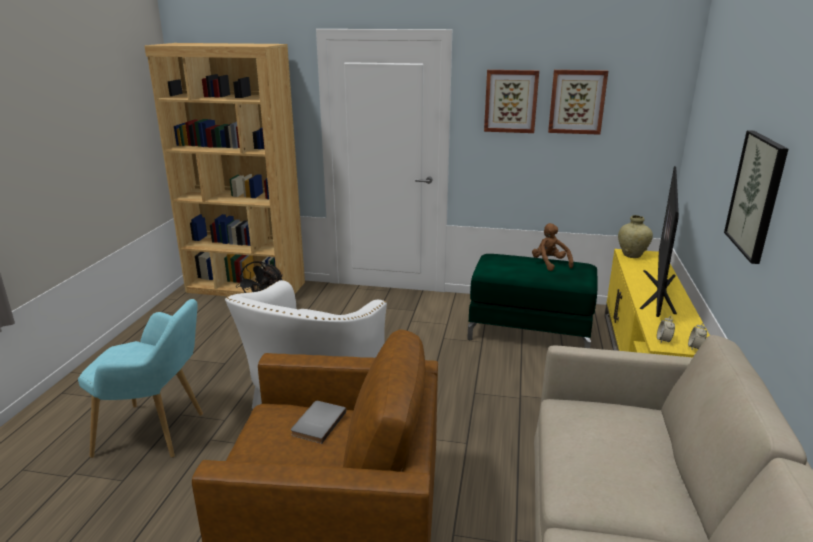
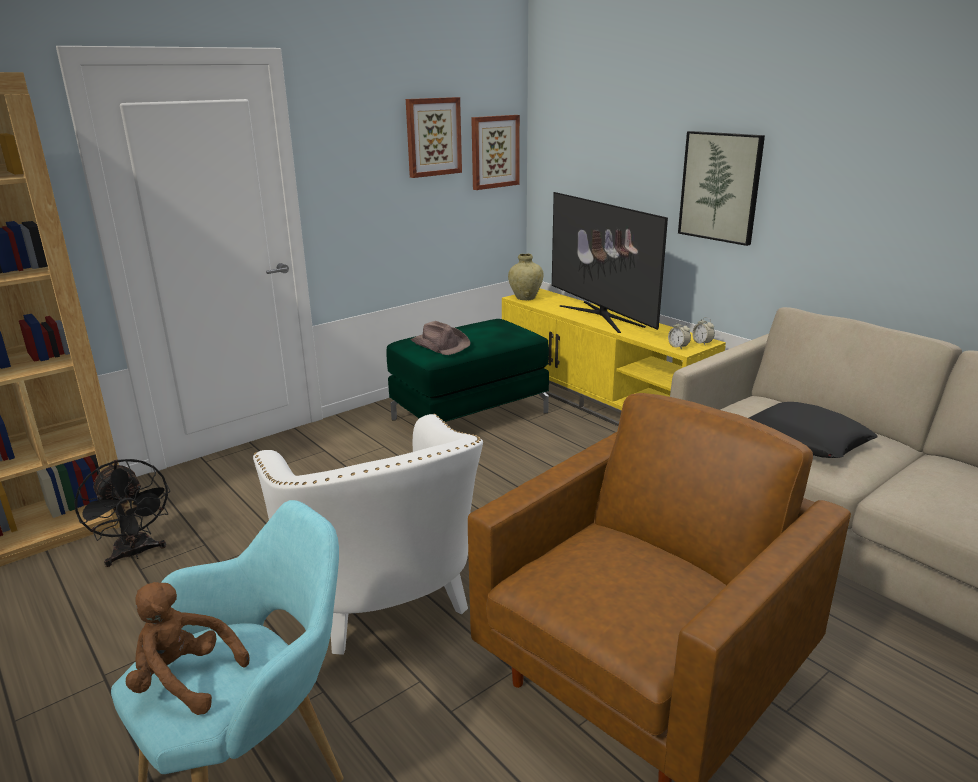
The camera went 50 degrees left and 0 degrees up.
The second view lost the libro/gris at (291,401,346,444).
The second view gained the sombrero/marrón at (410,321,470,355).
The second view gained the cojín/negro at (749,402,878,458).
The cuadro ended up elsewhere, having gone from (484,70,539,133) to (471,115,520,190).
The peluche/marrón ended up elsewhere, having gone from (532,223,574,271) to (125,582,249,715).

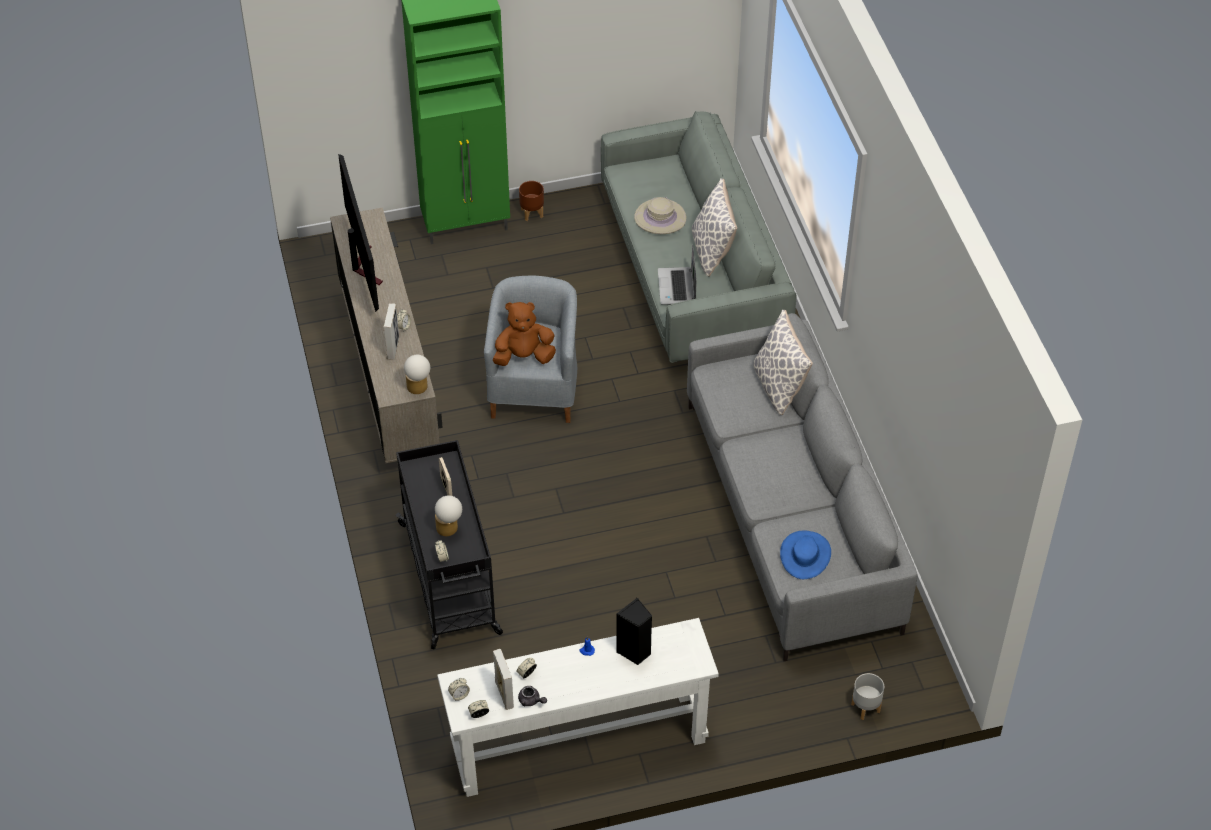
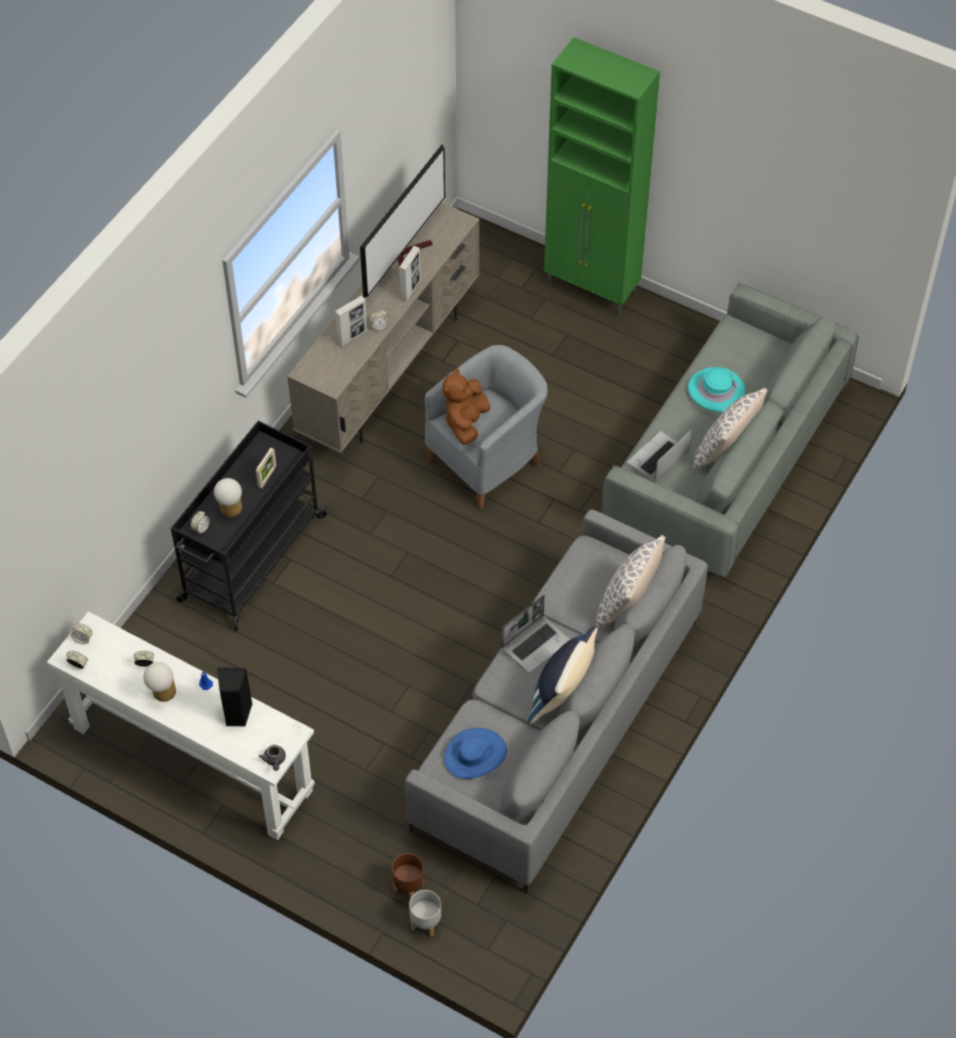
The camera went 45 degrees right and 5 degrees up.
The second view gained the portátil at (501,595,570,673).
The second view gained the cojín/azul at (528,626,598,724).
The lámpara de mesa ended up elsewhere, having gone from (404,355,430,394) to (143,662,176,702).
The portarretratos ended up elsewhere, having gone from (493,649,514,710) to (399,246,421,302).
The tetera/gris ended up elsewhere, having gone from (518,686,547,706) to (259,745,286,771).
The maceta/marrón ended up elsewhere, having gone from (519,181,544,221) to (392,853,424,899).
What was the sombrero/beis at (634,197,687,234) turned into the sombrero/turquesa at (688,367,745,412).
The peluche/marrón at (493,302,556,366) ended up facing another way, 105 degrees counterclockwise from before.

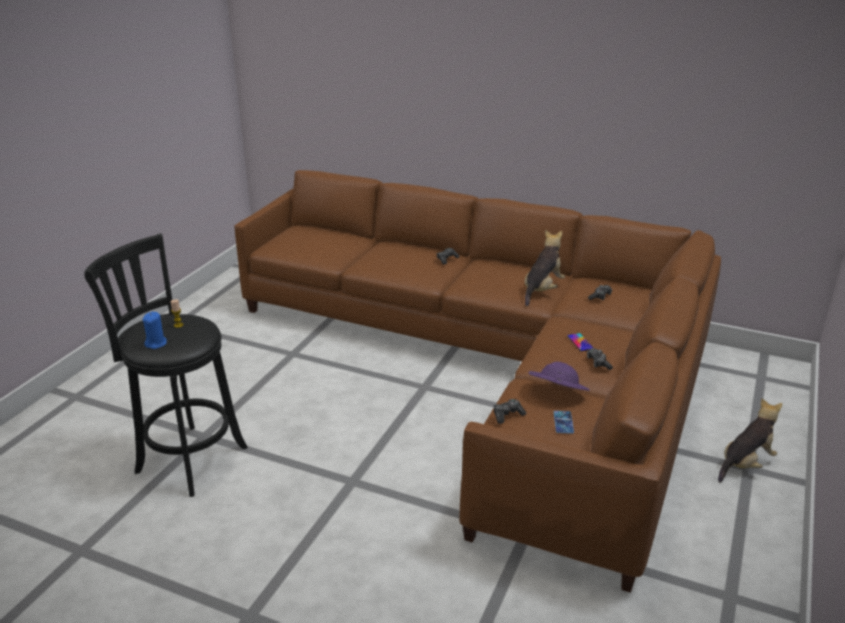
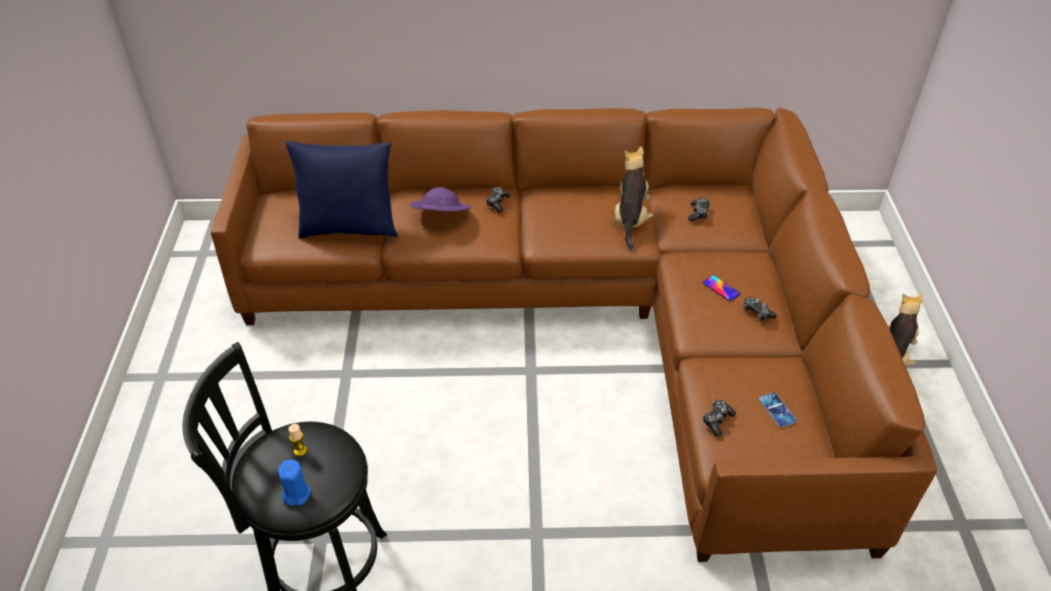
The camera went 25 degrees left and 15 degrees up.
The second view gained the cojín/azul at (285,141,398,239).
The sombrero/morado ended up elsewhere, having gone from (528,362,590,391) to (410,187,471,211).

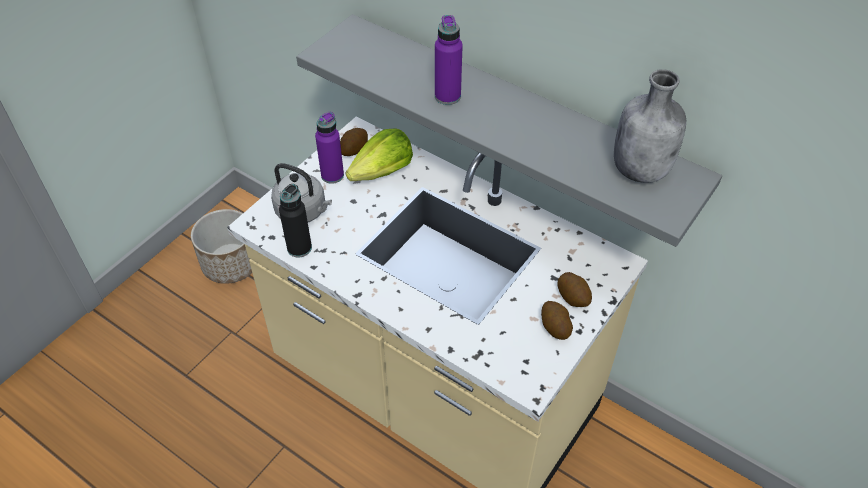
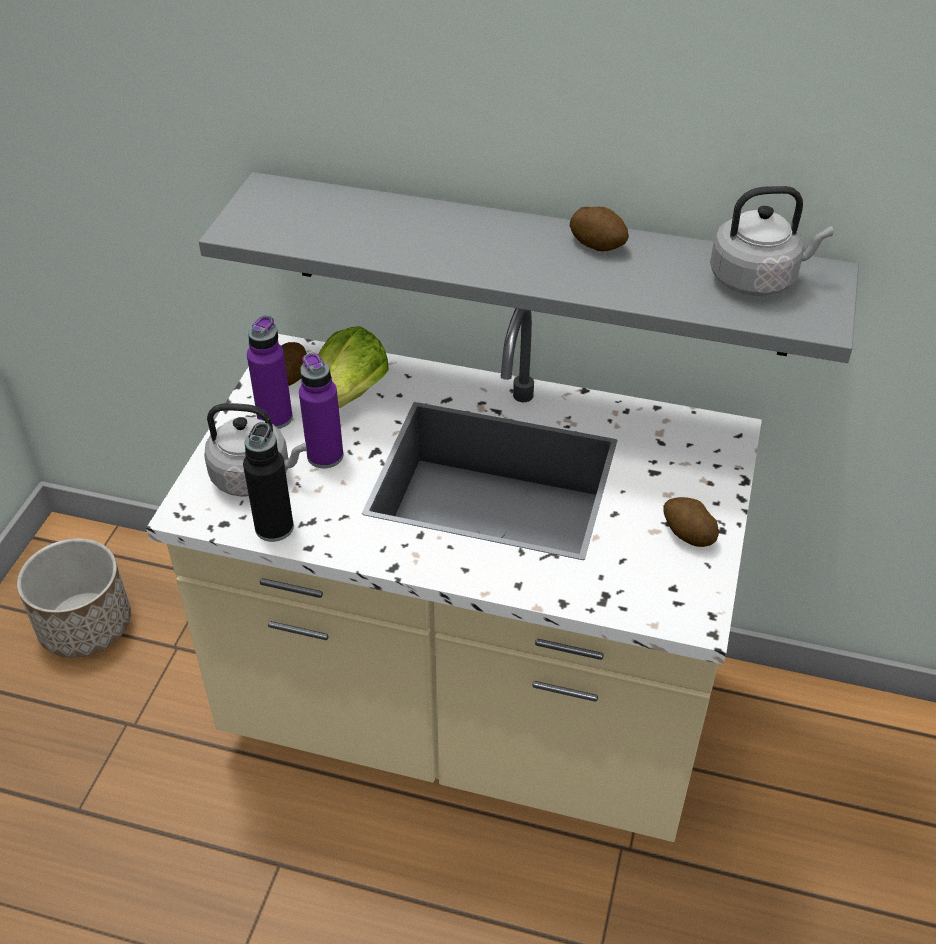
The camera went 20 degrees left and 5 degrees down.
The botella/morado ended up elsewhere, having gone from (435,15,463,105) to (299,353,343,468).
The patata ended up elsewhere, having gone from (557,272,592,307) to (570,207,629,251).
Where the botella/gris stood at (614,69,686,183), the hervidor/gris came to stand at (710,186,834,296).

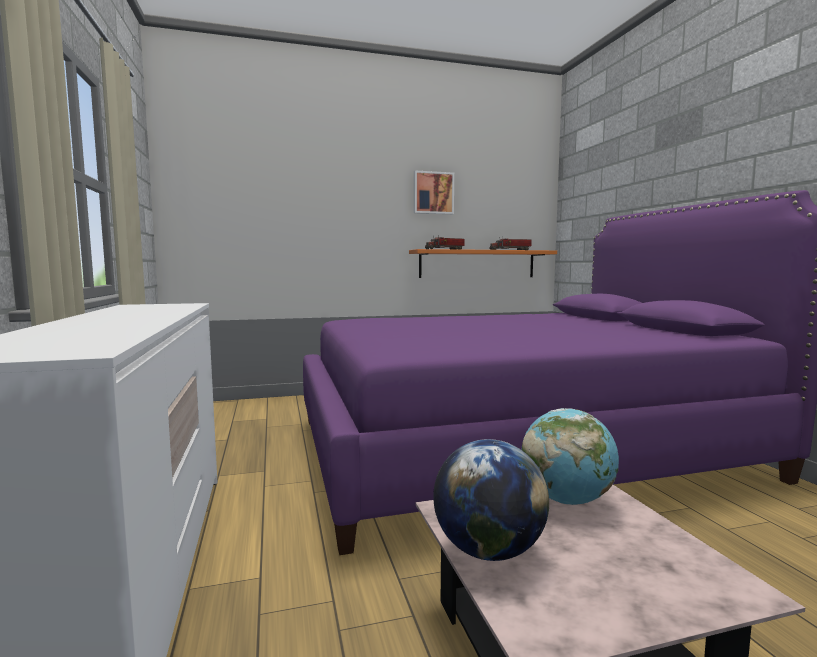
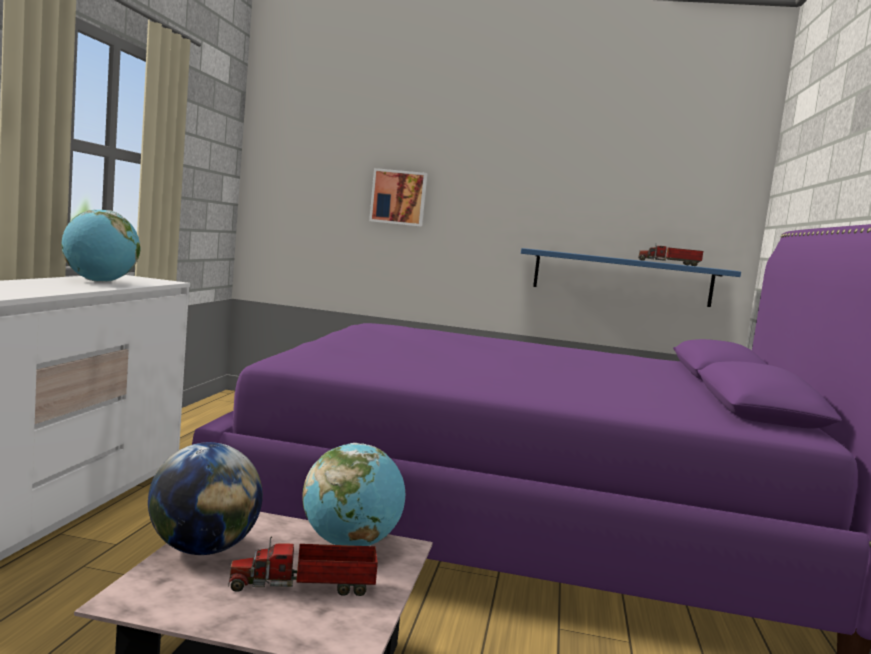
The camera went 25 degrees right and 0 degrees up.
The second view gained the globo terráqueo at (61,210,140,282).
The cuadro ended up elsewhere, having gone from (414,170,454,214) to (369,168,427,227).
The camión de juguete ended up elsewhere, having gone from (425,235,465,249) to (228,537,378,596).
What was the estante/naranja at (409,249,557,278) turned into the estante/azul at (521,248,741,307).

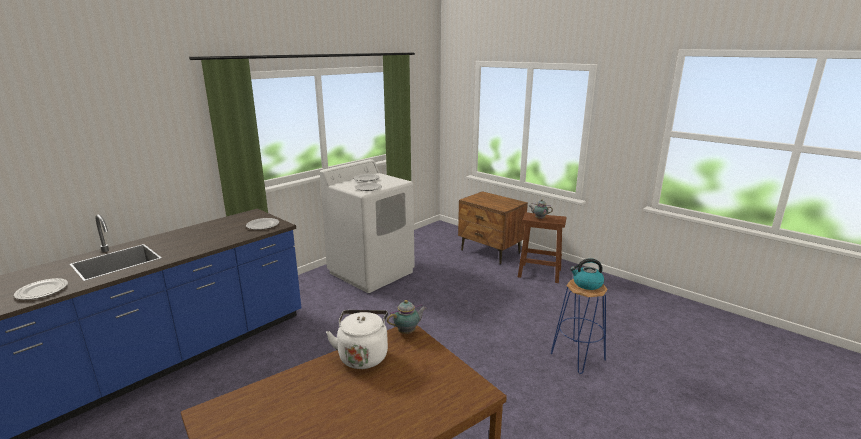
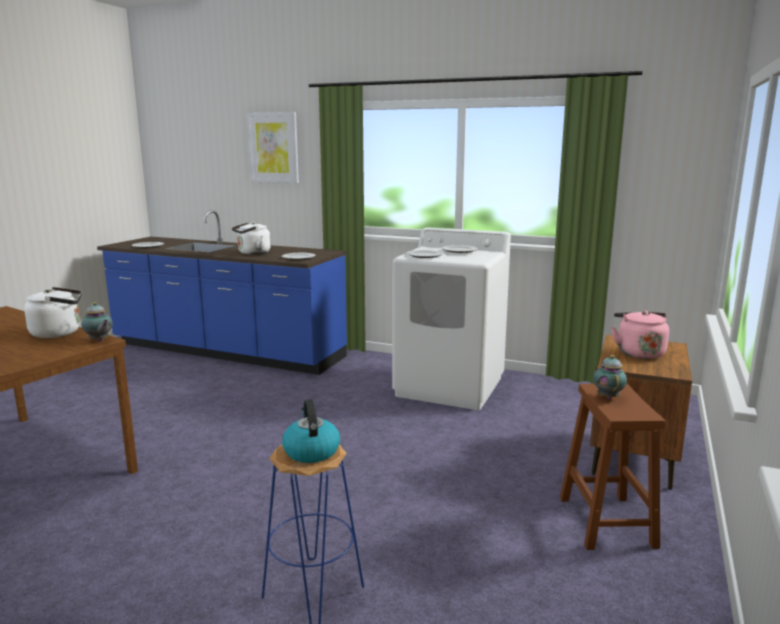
The camera went 70 degrees right and 5 degrees down.
The second view gained the hervidor/blanco at (232,222,271,255).
The second view gained the cuadro at (247,112,299,183).
The second view gained the hervidor/rosa at (611,311,669,359).

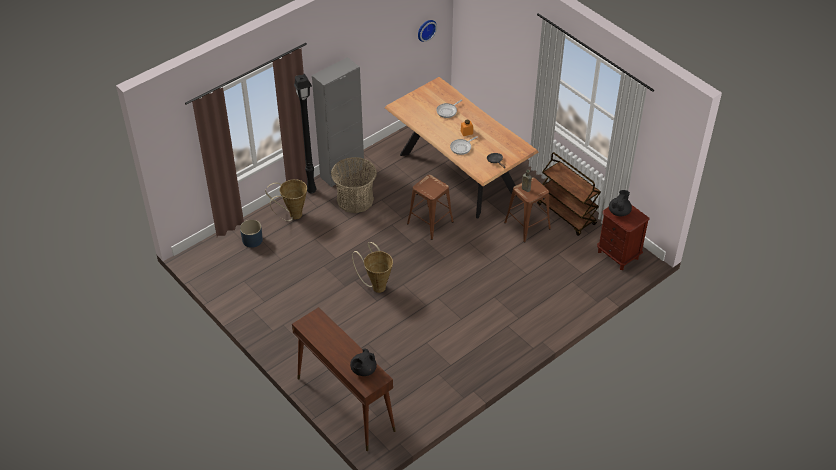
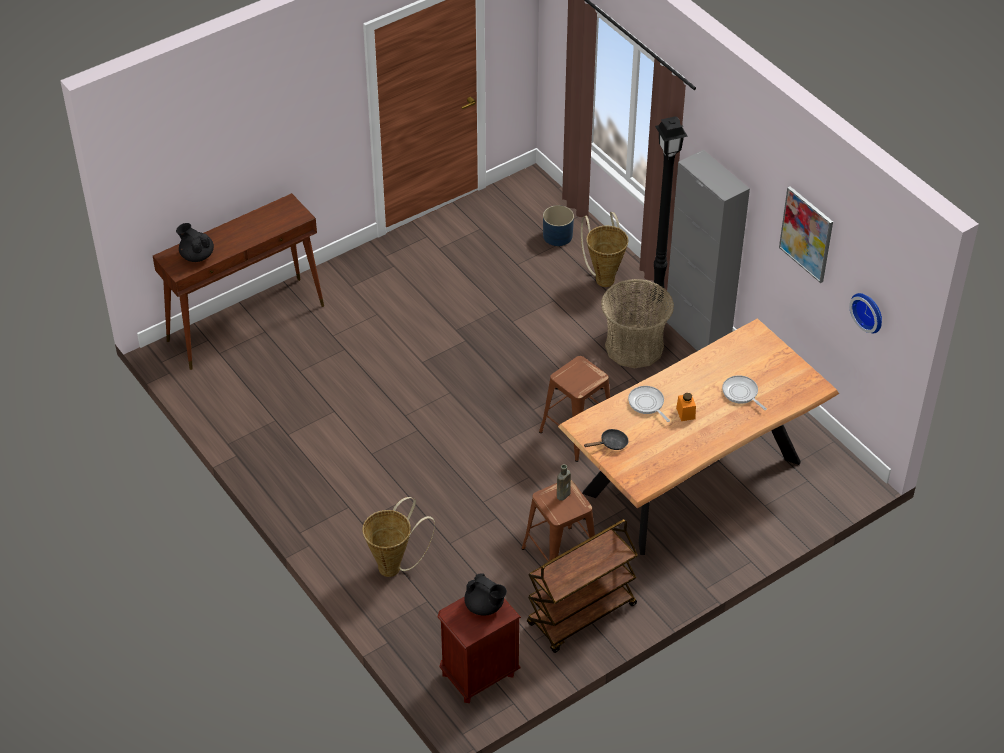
The camera went 95 degrees right and 0 degrees up.
The second view gained the cuadro at (779,186,833,283).
The cesta ended up elsewhere, having gone from (352,242,393,293) to (362,497,435,577).

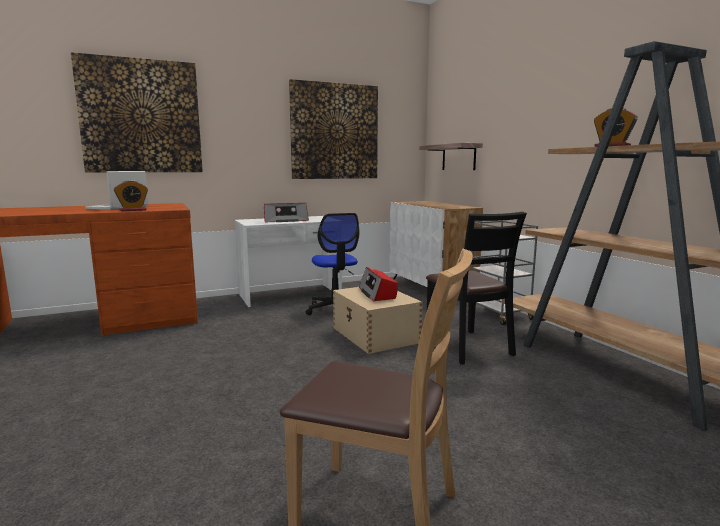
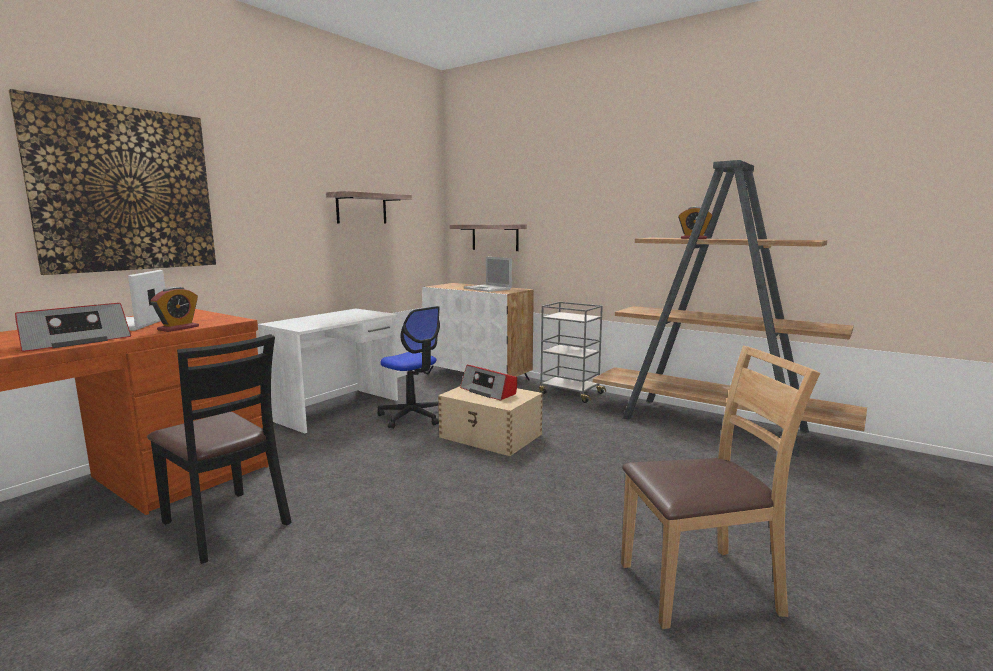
The camera went 30 degrees left and 0 degrees up.
The second view gained the portátil at (464,257,512,292).
The radio ended up elsewhere, having gone from (264,203,309,223) to (15,303,131,352).
The silla/negro ended up elsewhere, having gone from (426,212,527,365) to (147,334,292,564).
Where the cuadro hung at (289,79,378,179), the estante came to hang at (326,191,412,223).

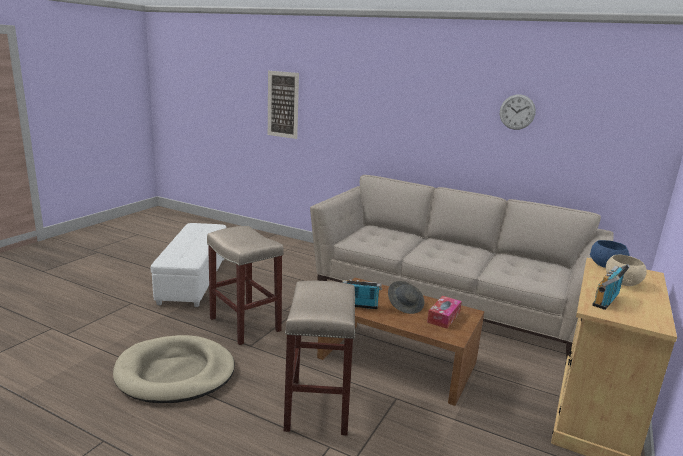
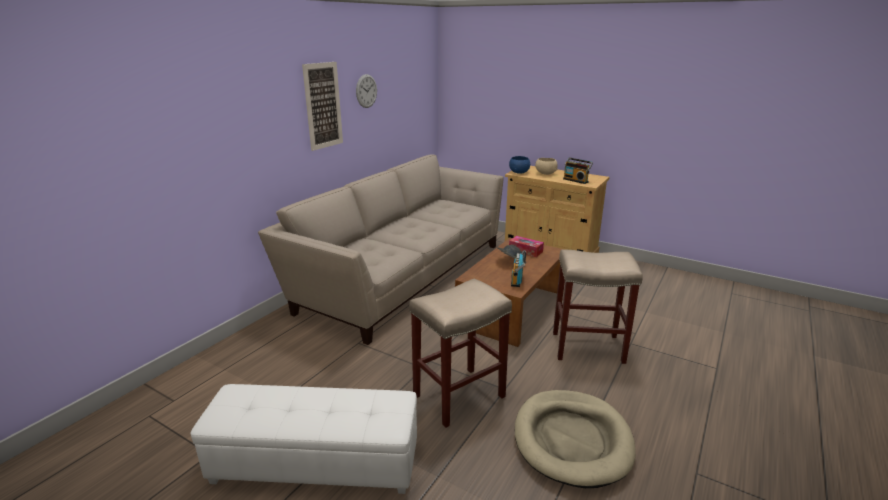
The camera went 85 degrees left and 5 degrees up.
The cuadro ended up elsewhere, having gone from (268,71,299,139) to (302,62,343,151).

